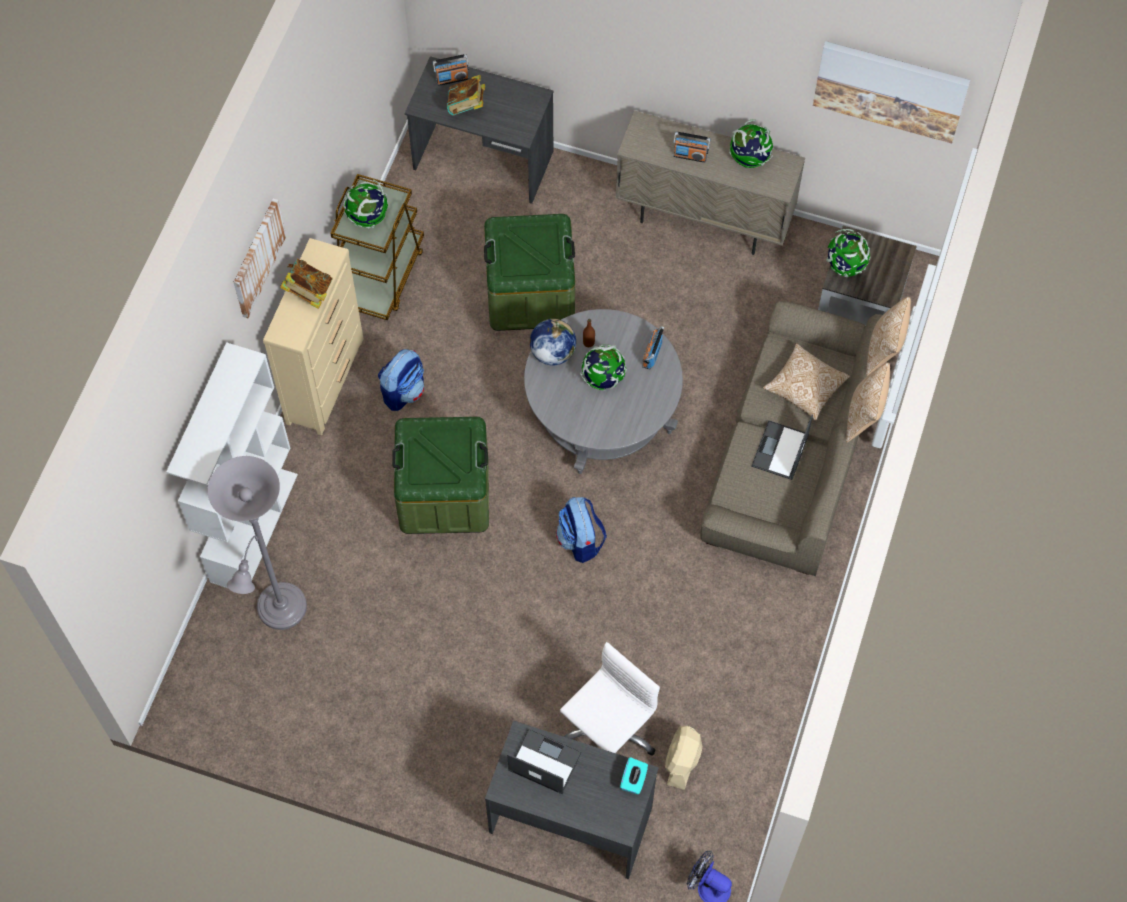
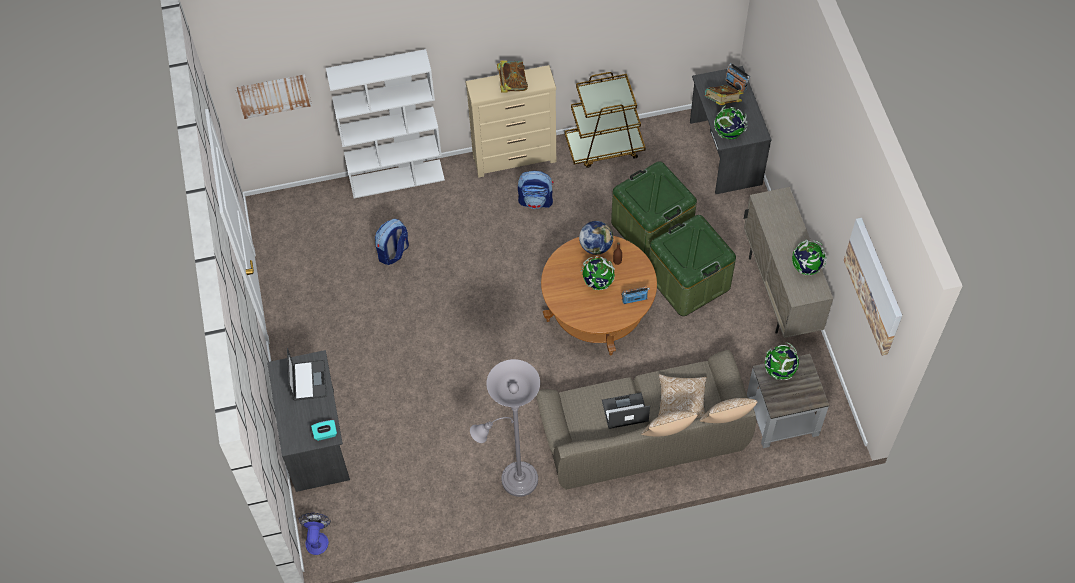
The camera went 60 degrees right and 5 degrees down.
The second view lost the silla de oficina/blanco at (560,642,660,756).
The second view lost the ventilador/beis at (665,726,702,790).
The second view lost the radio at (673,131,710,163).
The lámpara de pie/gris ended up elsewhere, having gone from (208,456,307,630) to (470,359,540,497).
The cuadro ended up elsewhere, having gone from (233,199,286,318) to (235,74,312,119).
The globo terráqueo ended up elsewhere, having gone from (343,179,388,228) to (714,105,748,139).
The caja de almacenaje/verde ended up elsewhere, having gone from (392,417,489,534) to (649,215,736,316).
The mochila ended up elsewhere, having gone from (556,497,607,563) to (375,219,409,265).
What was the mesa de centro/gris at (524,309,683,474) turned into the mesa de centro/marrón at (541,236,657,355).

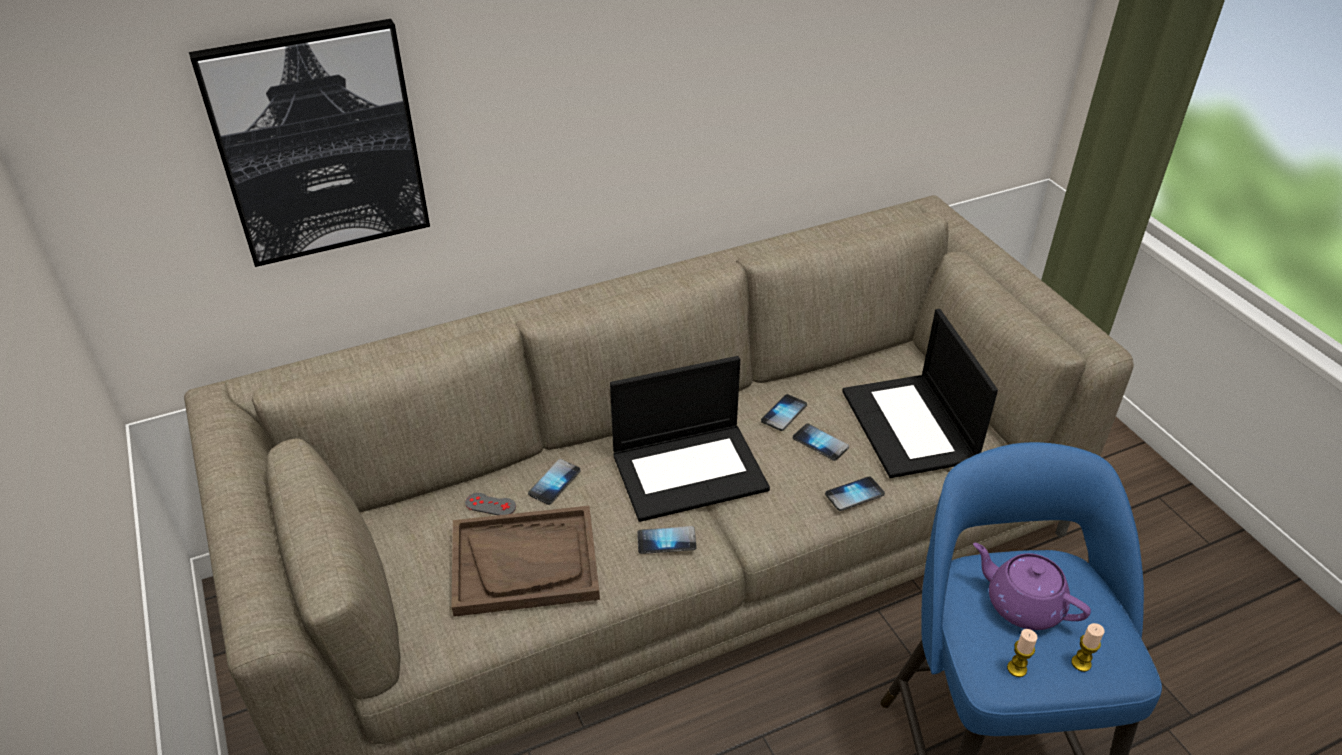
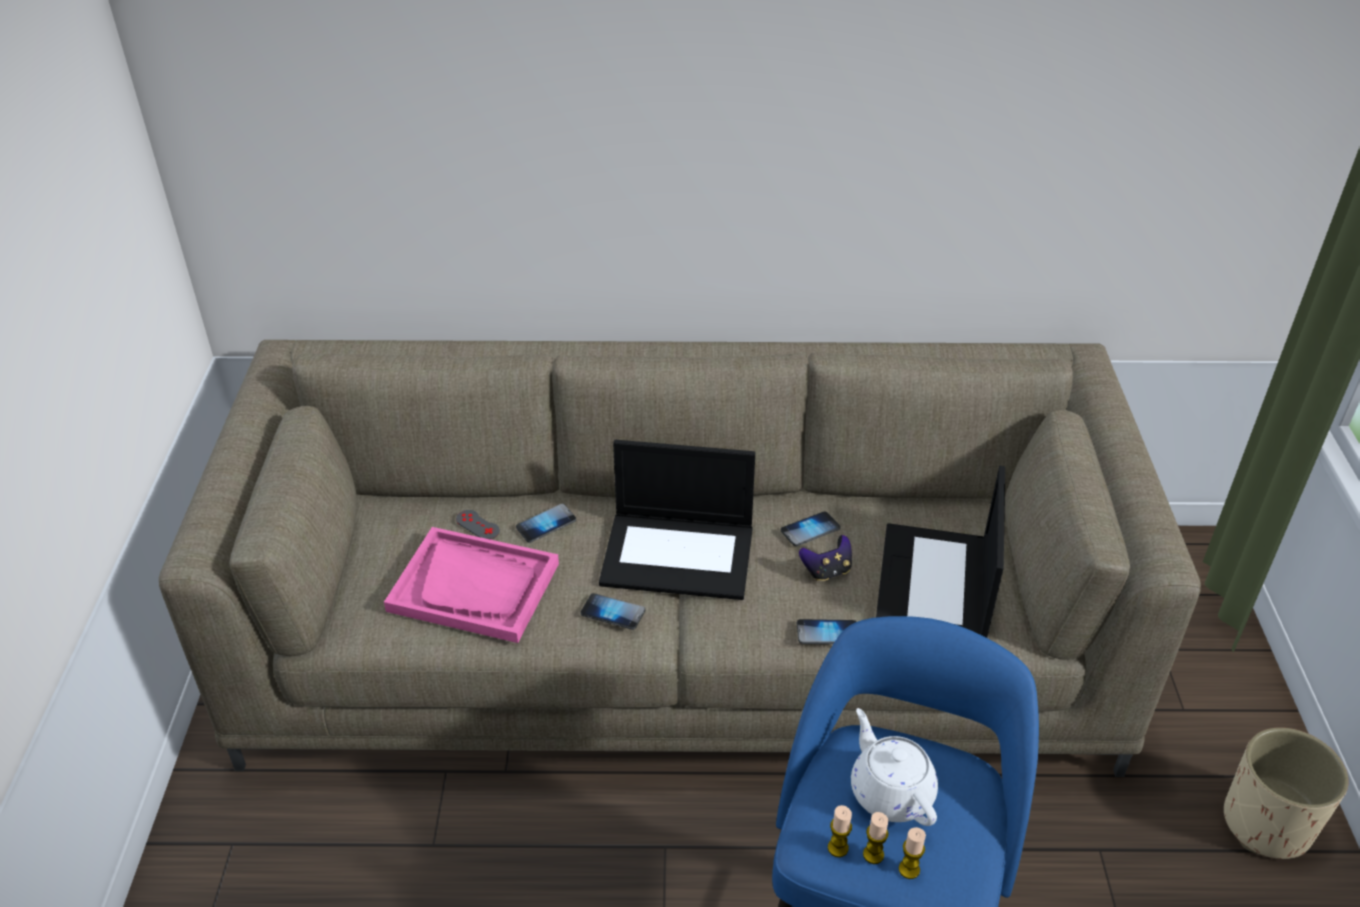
The camera went 25 degrees right and 0 degrees up.
The second view lost the cuadro at (189,19,430,267).
The second view gained the vela at (863,812,889,864).
The second view gained the maceta/beis at (1224,727,1349,859).
Where the móvil stood at (793,424,849,461), the mando de consola came to stand at (799,535,852,581).
What was the bandeja/marrón at (452,506,600,617) turned into the bandeja/rosa at (384,527,559,643).
What was the tetera/morado at (973,543,1091,630) turned into the tetera/blanco at (851,708,938,826).

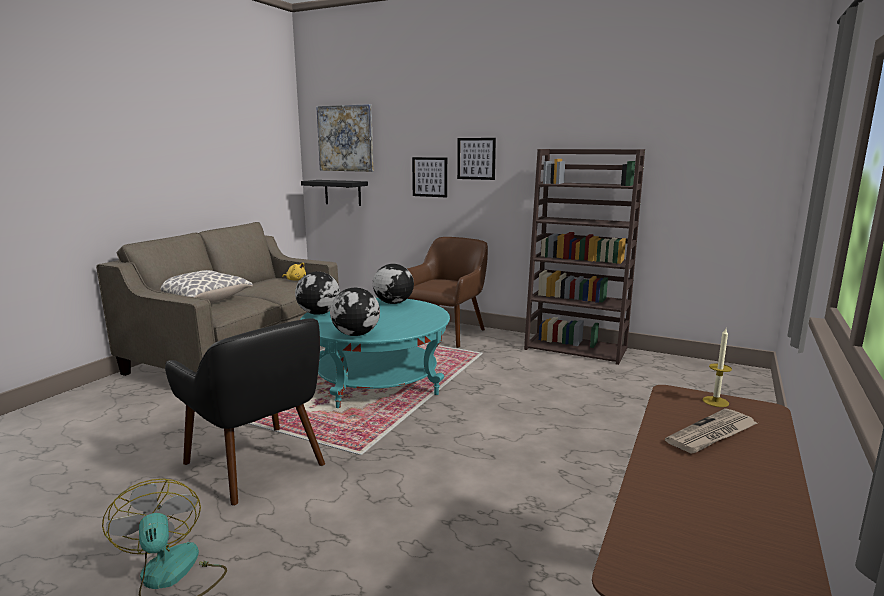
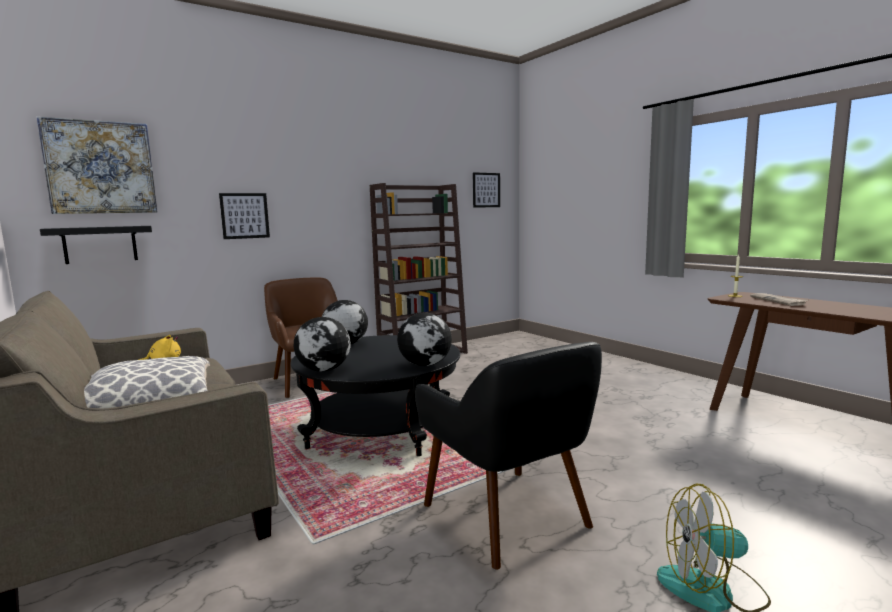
The camera went 60 degrees left and 5 degrees down.
The cuadro ended up elsewhere, having gone from (457,138,496,180) to (473,172,500,208).
What was the mesa de centro/turquesa at (300,298,450,408) turned into the mesa de centro/negro at (290,335,460,456).
The sillón/negro at (165,318,325,506) ended up facing another way, 75 degrees clockwise from before.

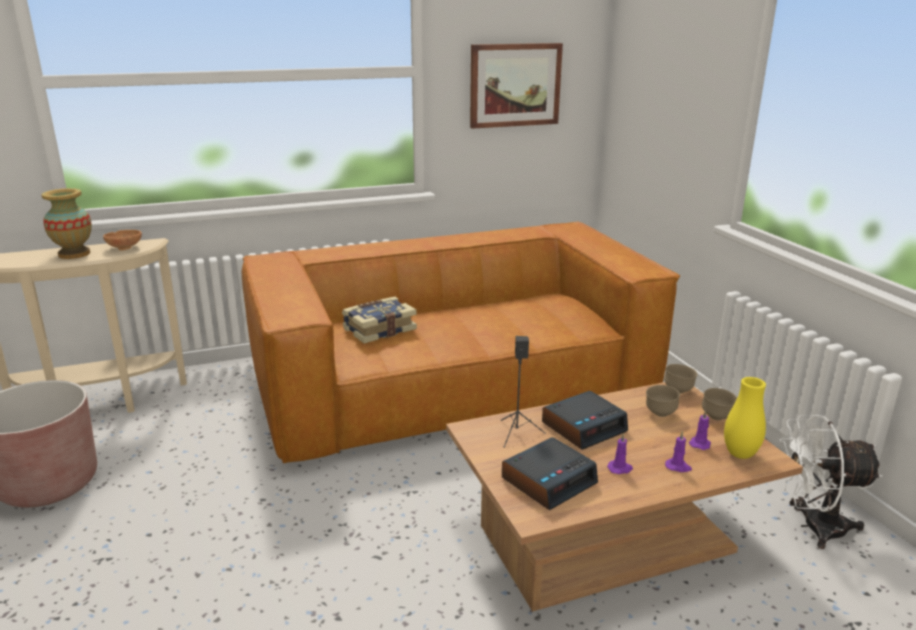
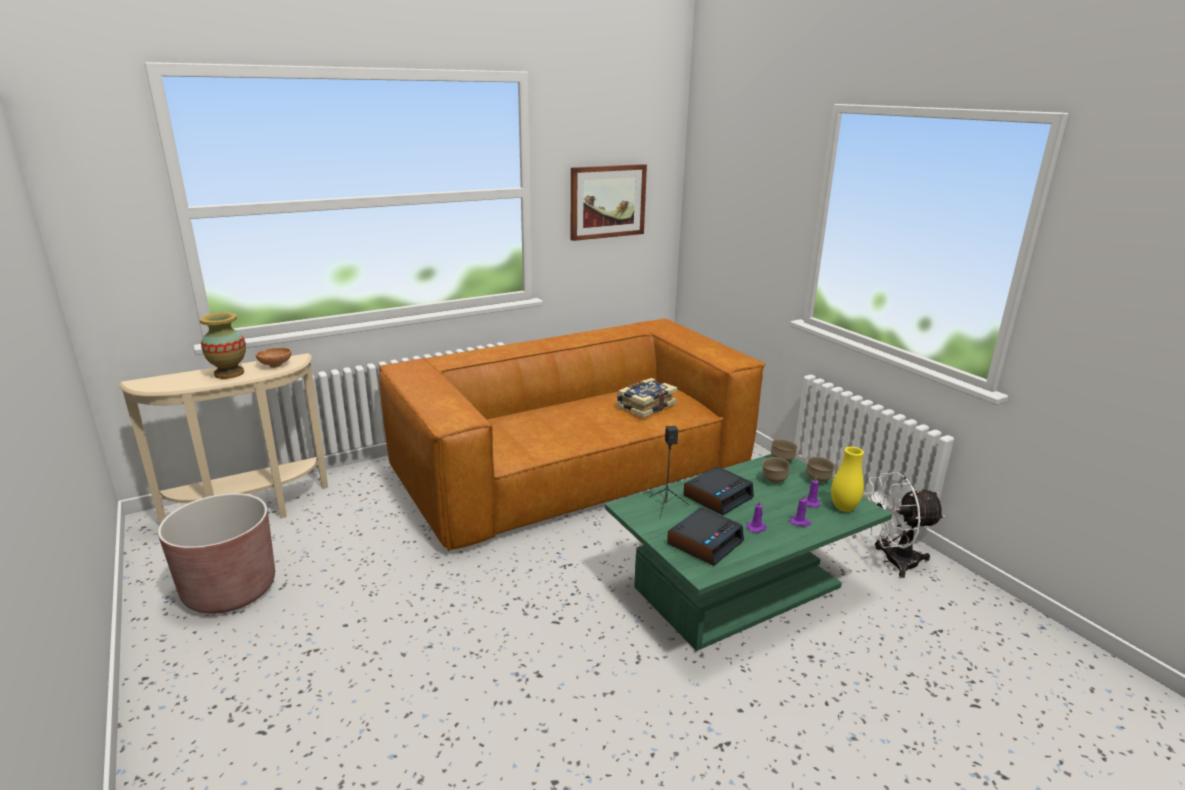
The camera went 10 degrees left and 0 degrees up.
The libro ended up elsewhere, having gone from (342,297,417,344) to (616,378,677,418).
What was the mesa de centro/marrón at (446,382,803,612) turned into the mesa de centro/verde at (605,454,892,651).

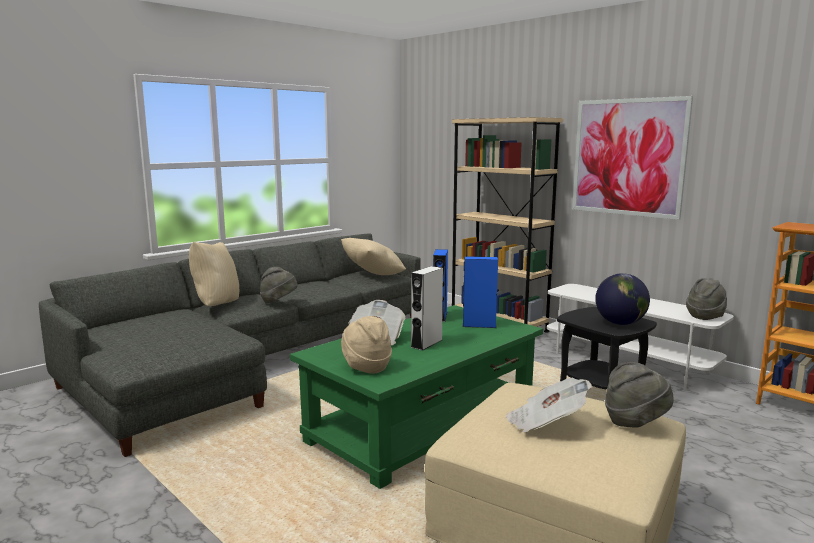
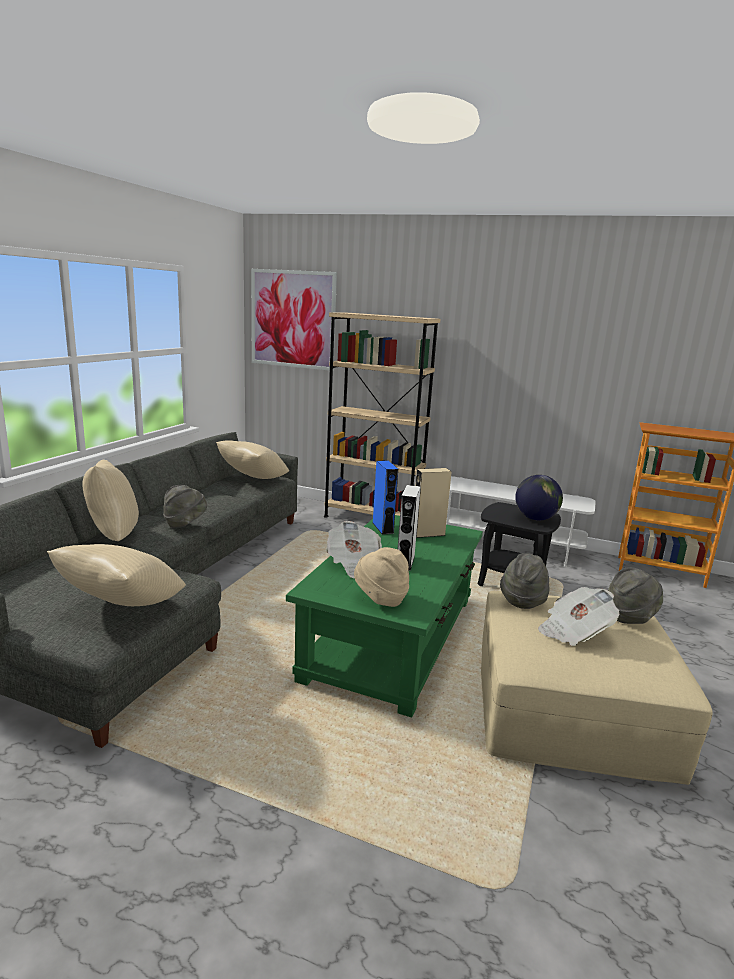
The camera went 25 degrees left and 5 degrees up.
The second view gained the cojín/beis at (47,544,186,606).
The cuadro ended up elsewhere, having gone from (572,96,693,220) to (251,269,337,371).
The sombrero/gris ended up elsewhere, having gone from (686,278,727,320) to (500,553,549,609).
What was the altavoz/azul at (463,256,498,328) turned into the altavoz/beis at (416,468,452,538).

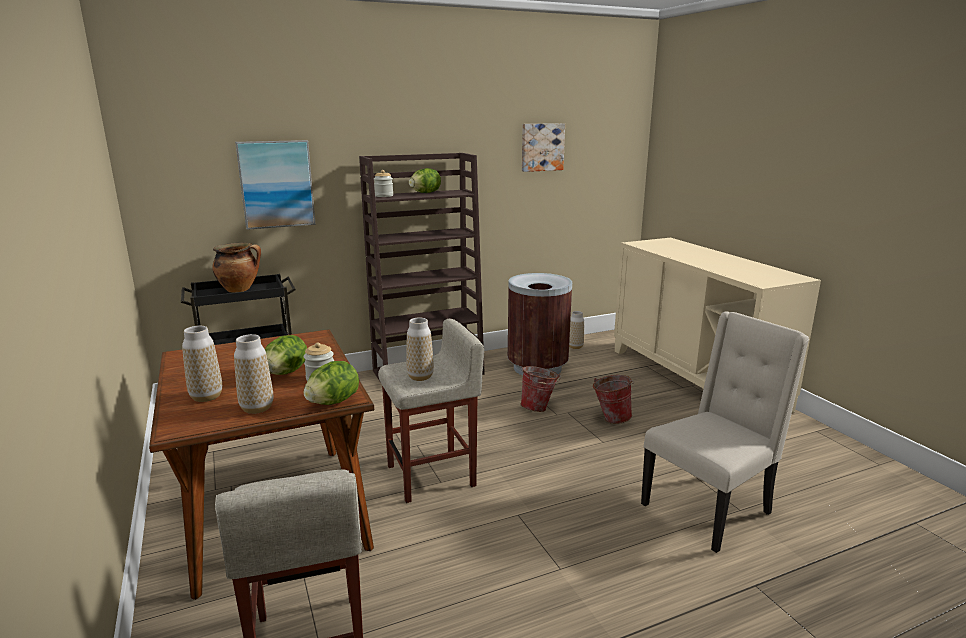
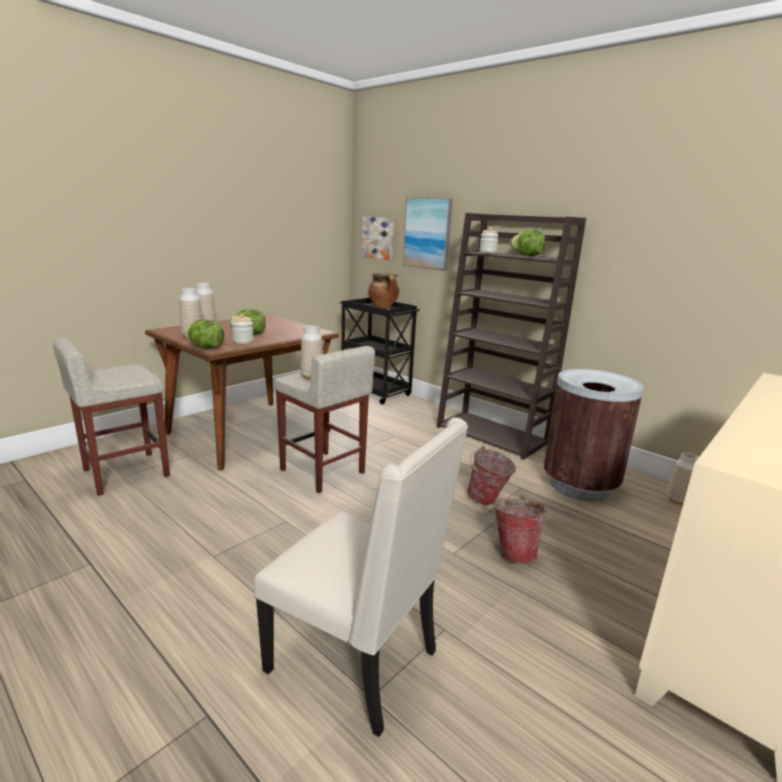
The camera went 65 degrees right and 0 degrees up.
The cuadro ended up elsewhere, having gone from (522,123,565,172) to (361,217,394,260).

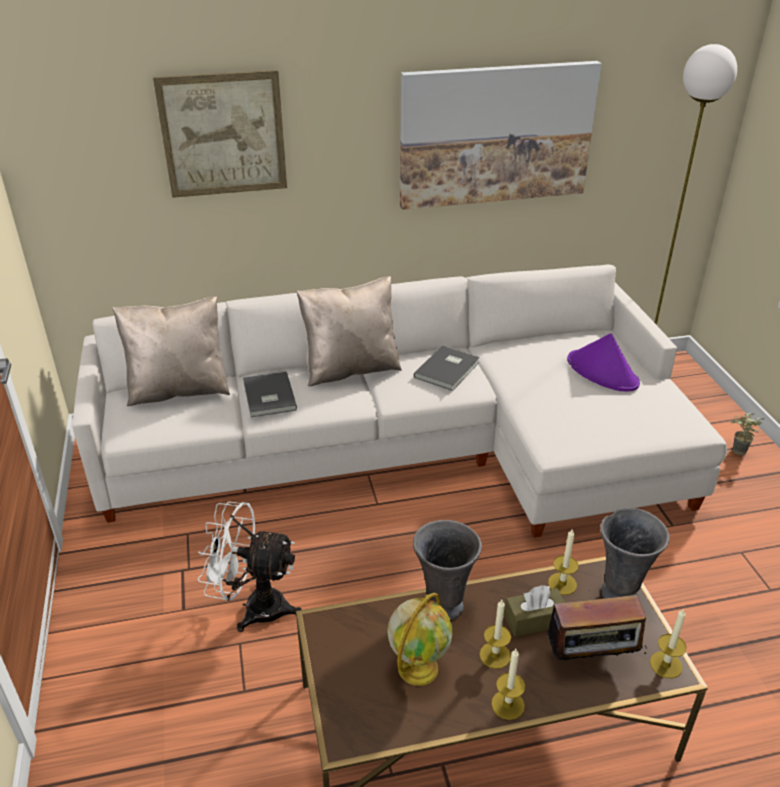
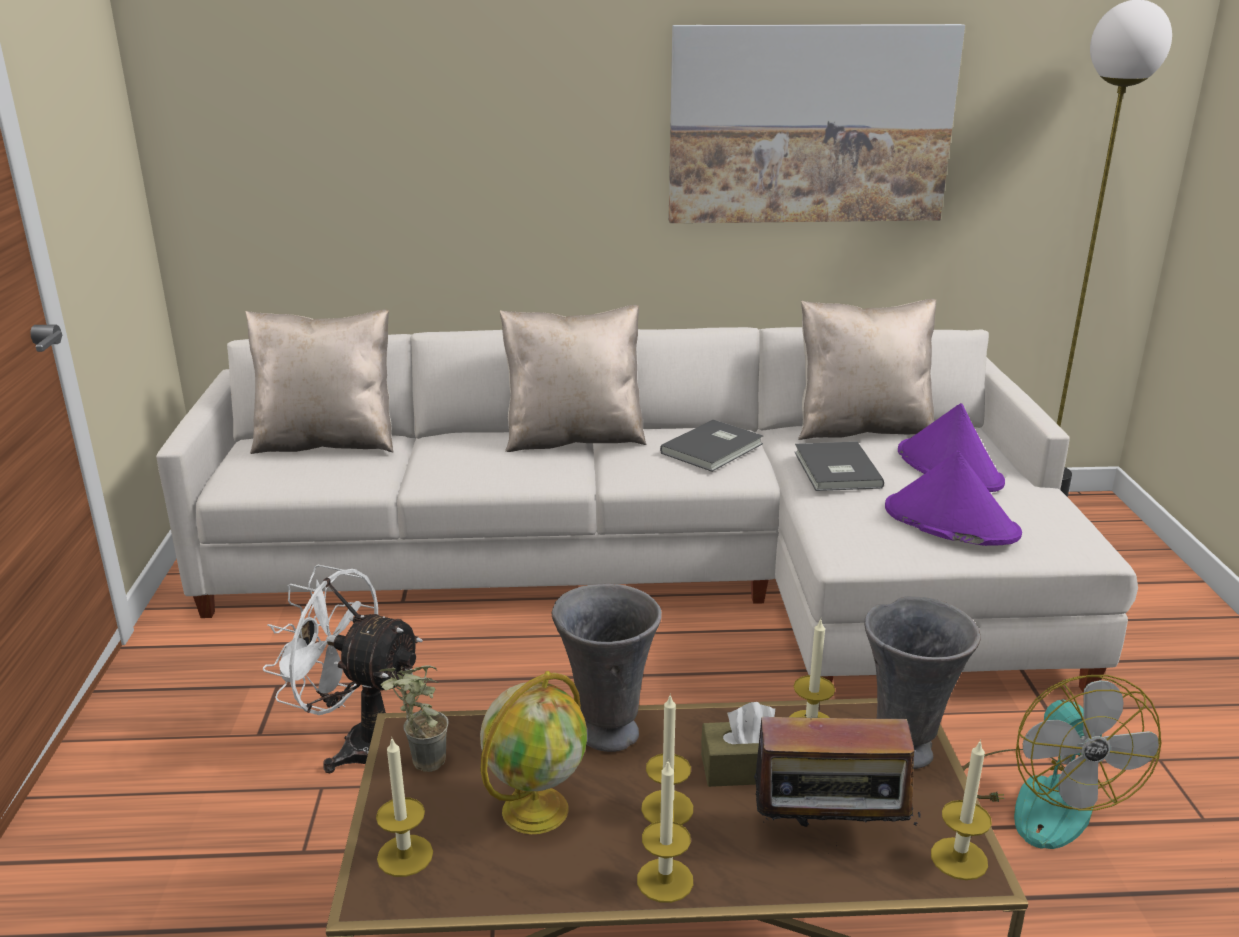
The camera went 10 degrees right and 10 degrees down.
The second view lost the cuadro at (153,70,287,198).
The second view gained the vela at (376,737,433,877).
The second view gained the cojín/beis at (798,299,936,440).
The second view gained the sombrero/morado at (885,451,1022,546).
The second view gained the ventilador at (962,675,1161,849).
The libro/gris ended up elsewhere, having gone from (243,372,297,417) to (795,442,884,491).
The planta en maceta ended up elsewhere, having gone from (730,413,765,455) to (380,665,449,772).

